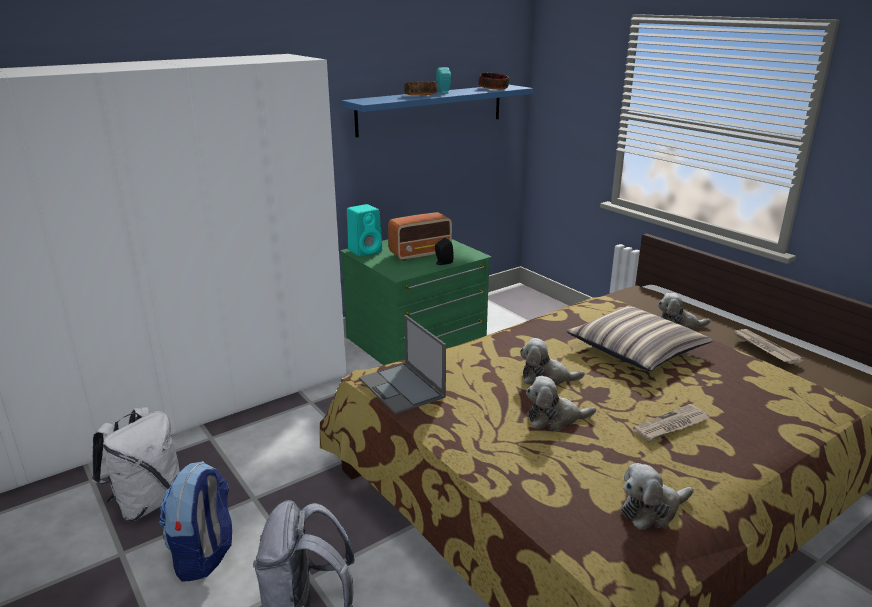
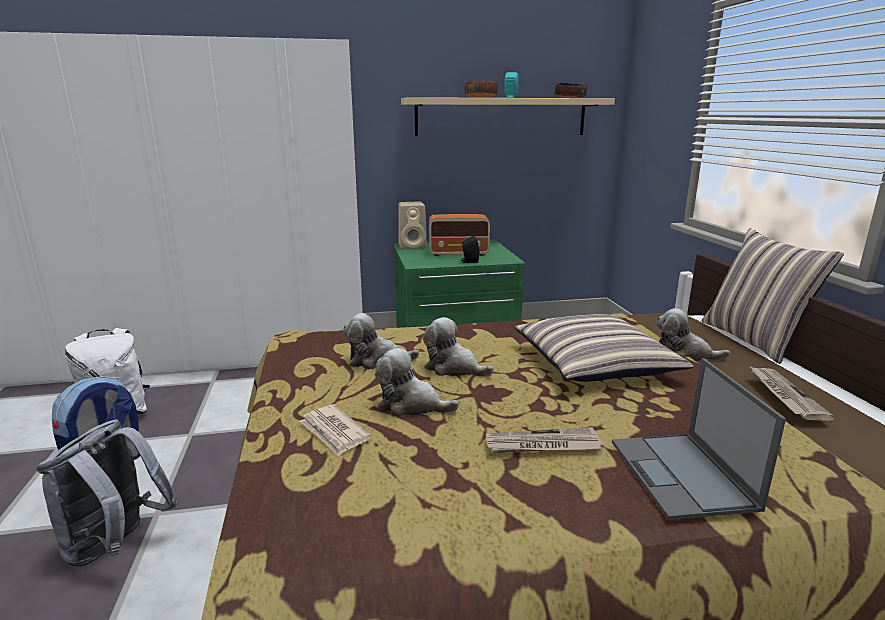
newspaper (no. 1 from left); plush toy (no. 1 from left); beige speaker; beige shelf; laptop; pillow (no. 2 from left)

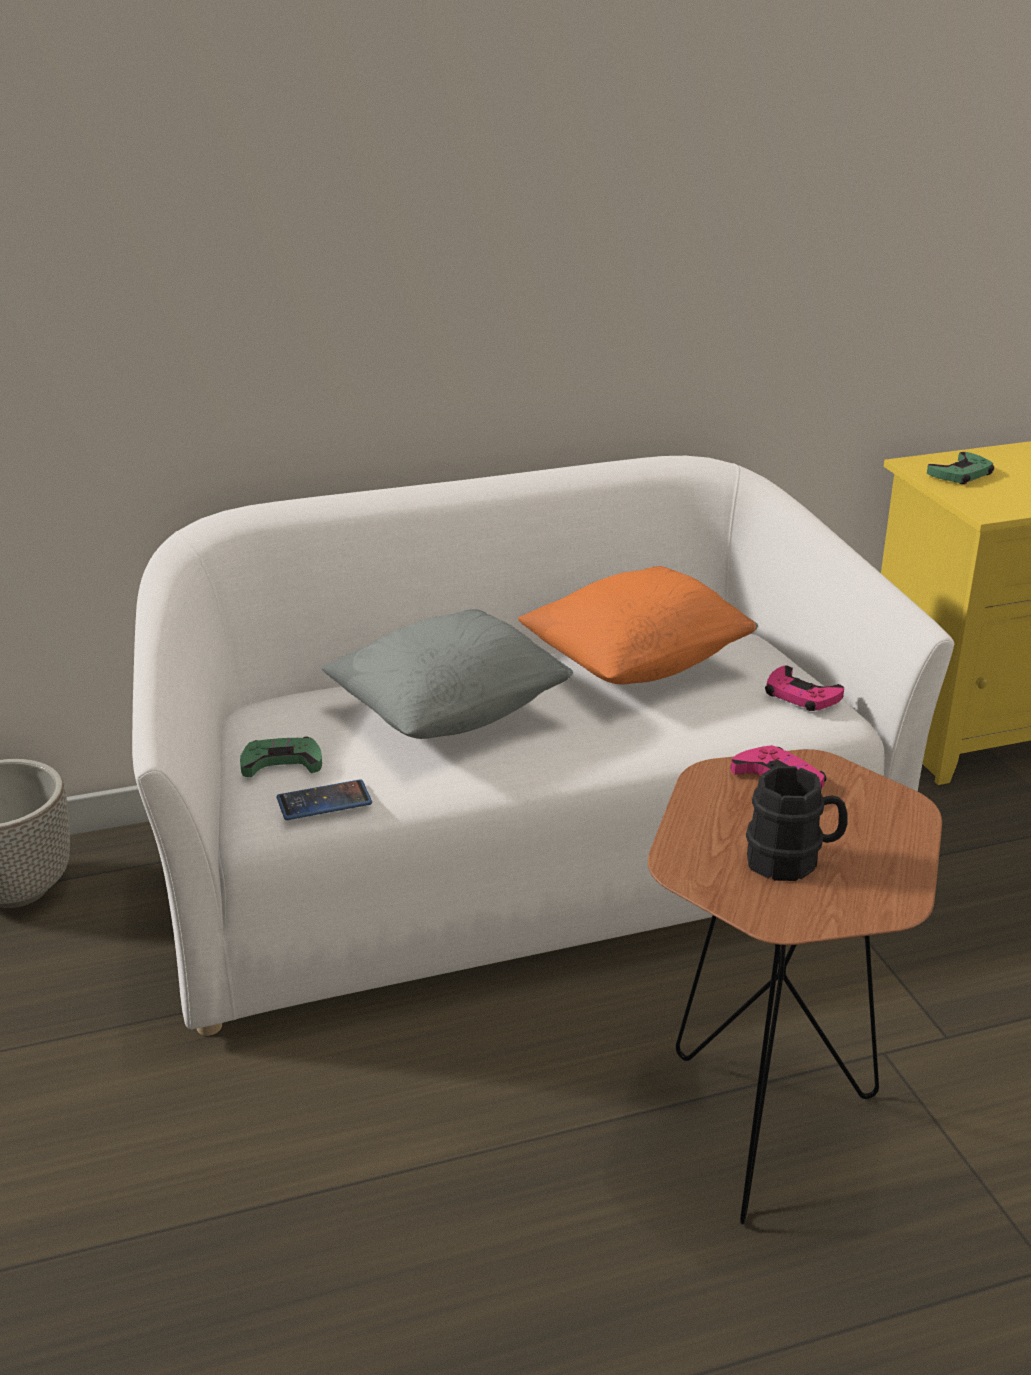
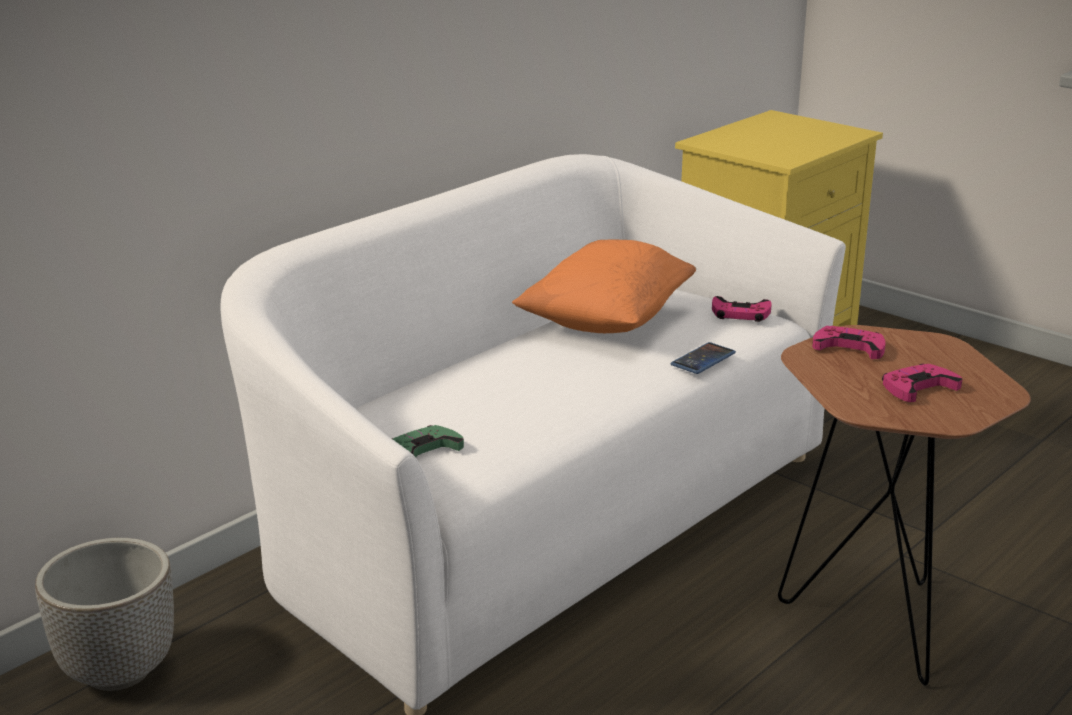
phone; pink game controller (no. 3 from left); grey pillow; green game controller (no. 2 from left in the first image)

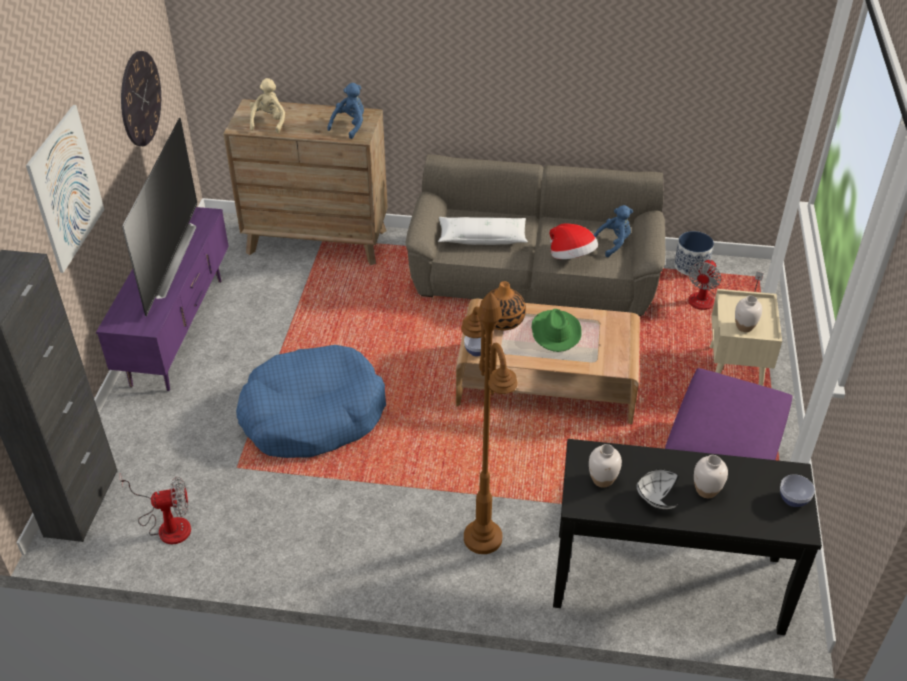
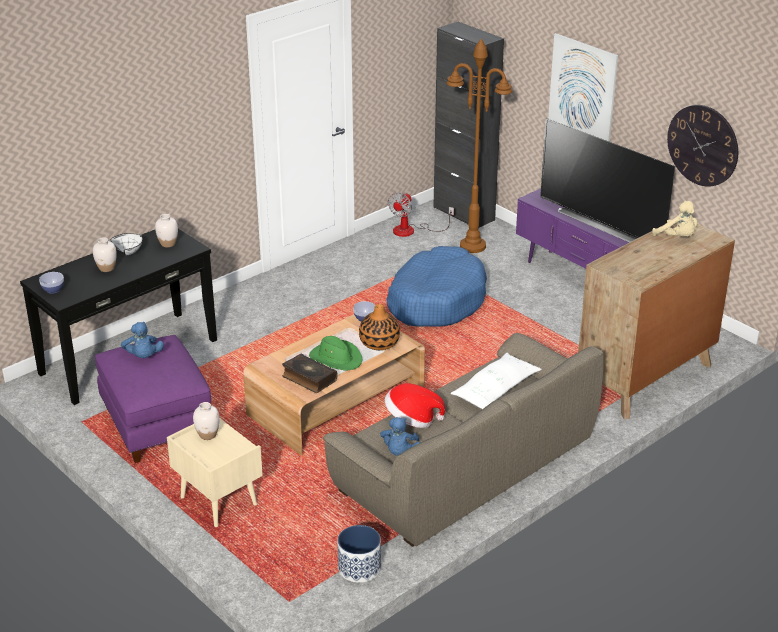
blue plush toy (no. 1 from left); book; brown floor lamp; fan (no. 2 from left in the first image)

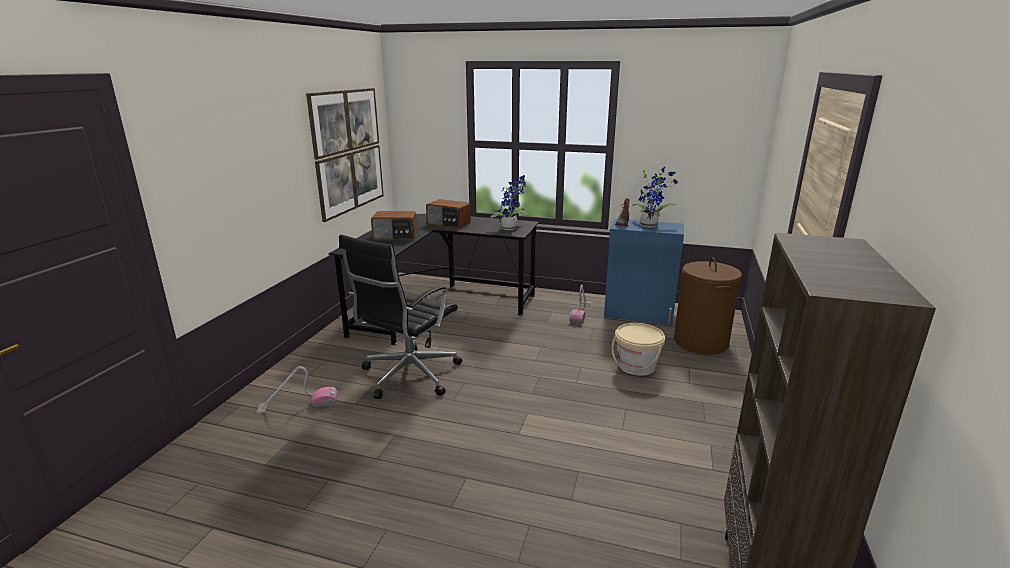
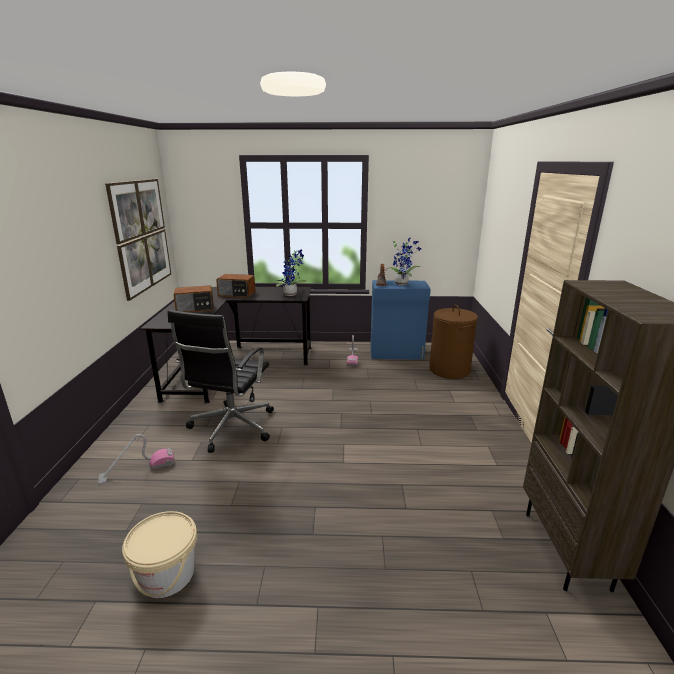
beige bucket

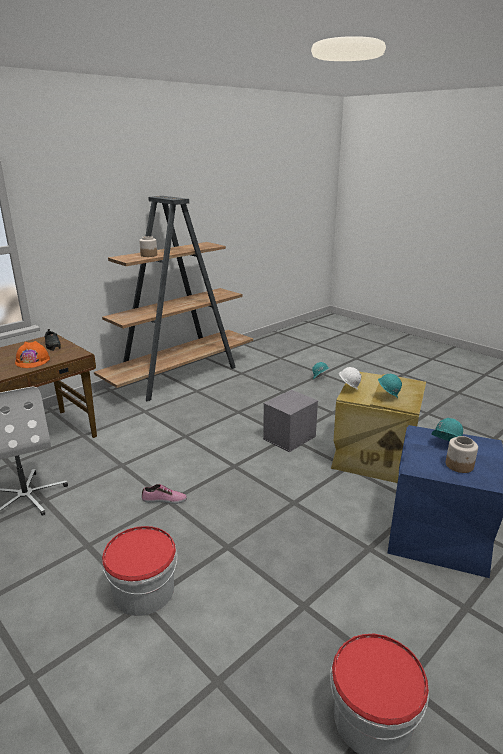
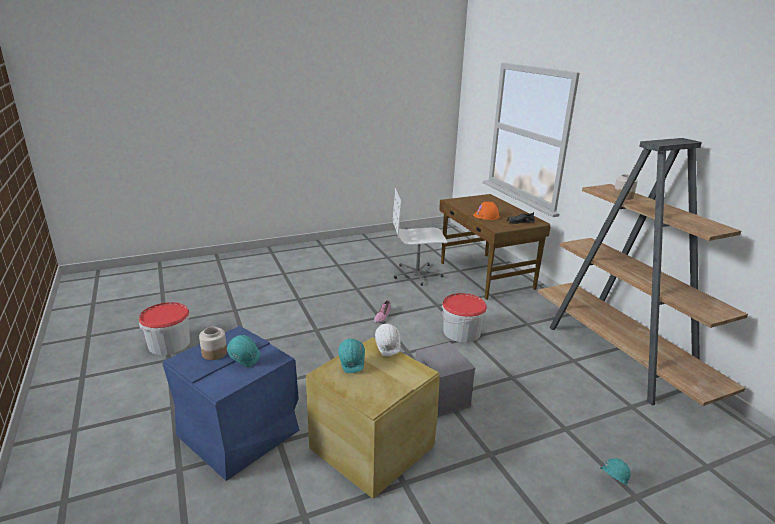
bucket (no. 2 from left)

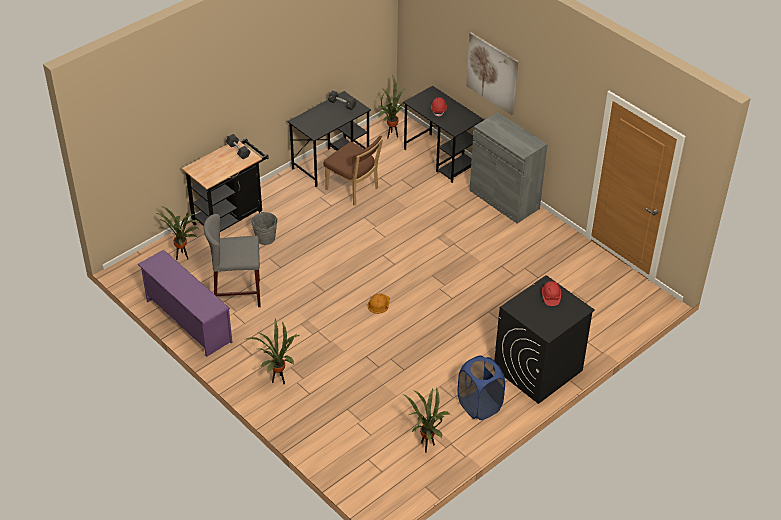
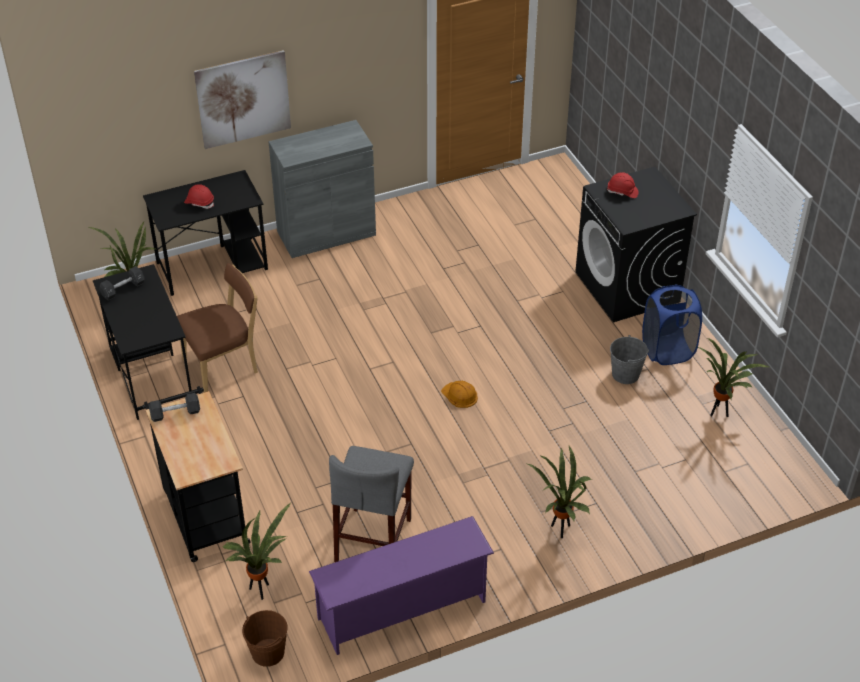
brown bucket; grey bucket

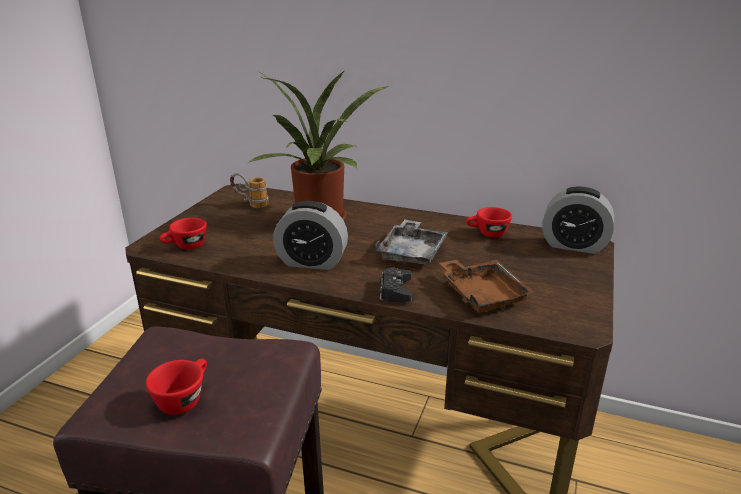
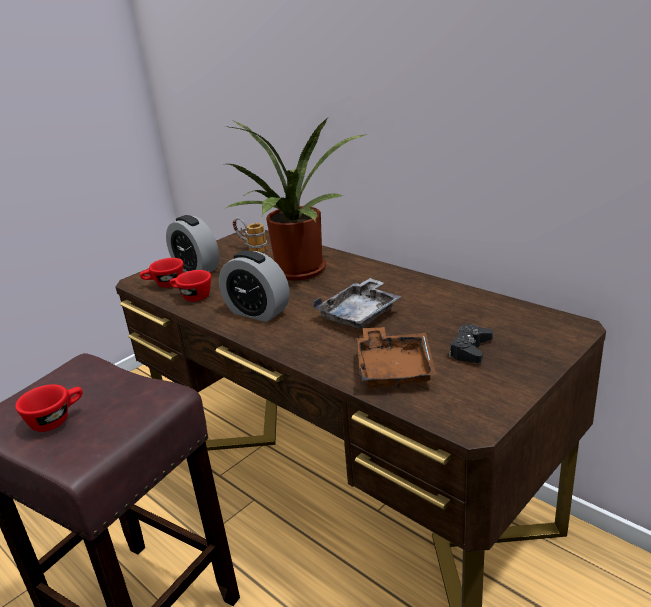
alarm clock (no. 1 from left); red cup (no. 3 from left); black game controller

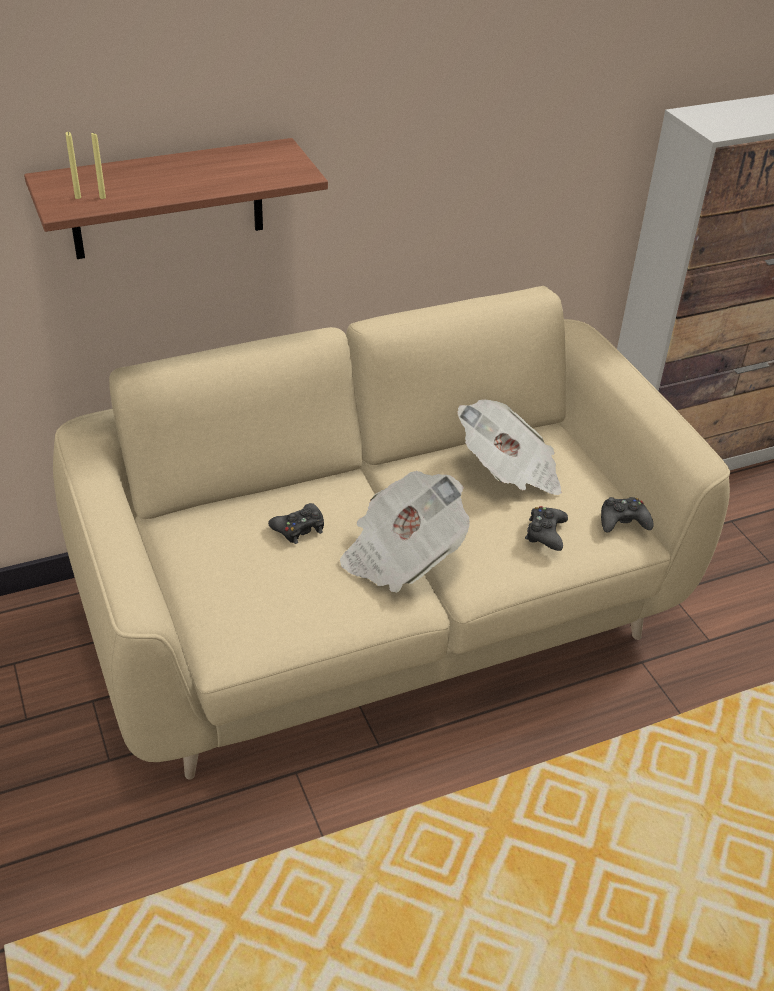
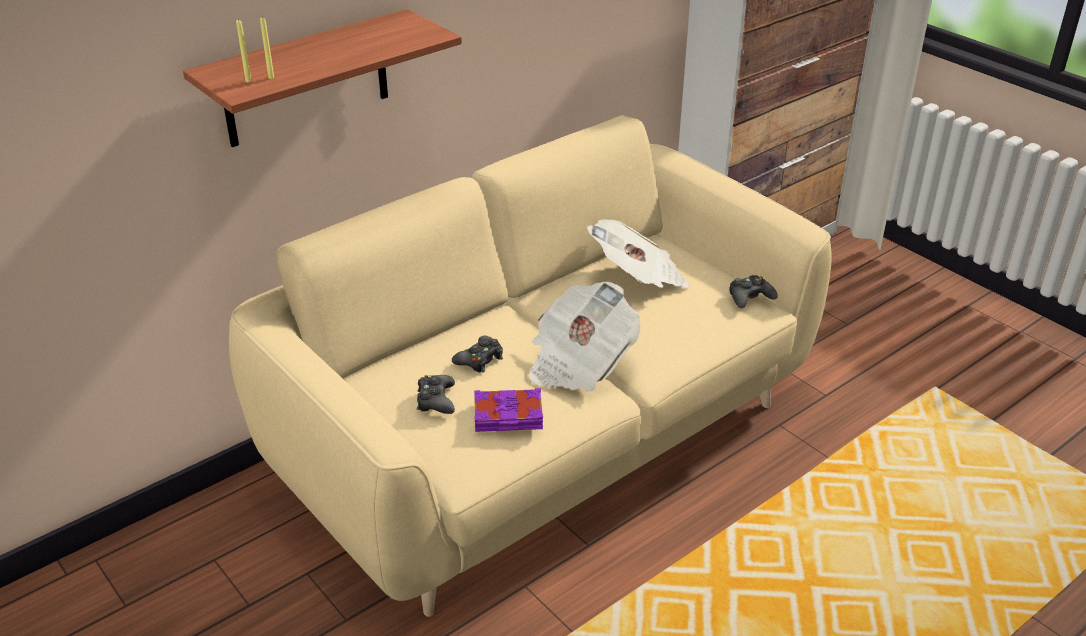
black game controller (no. 1 from left); purple book

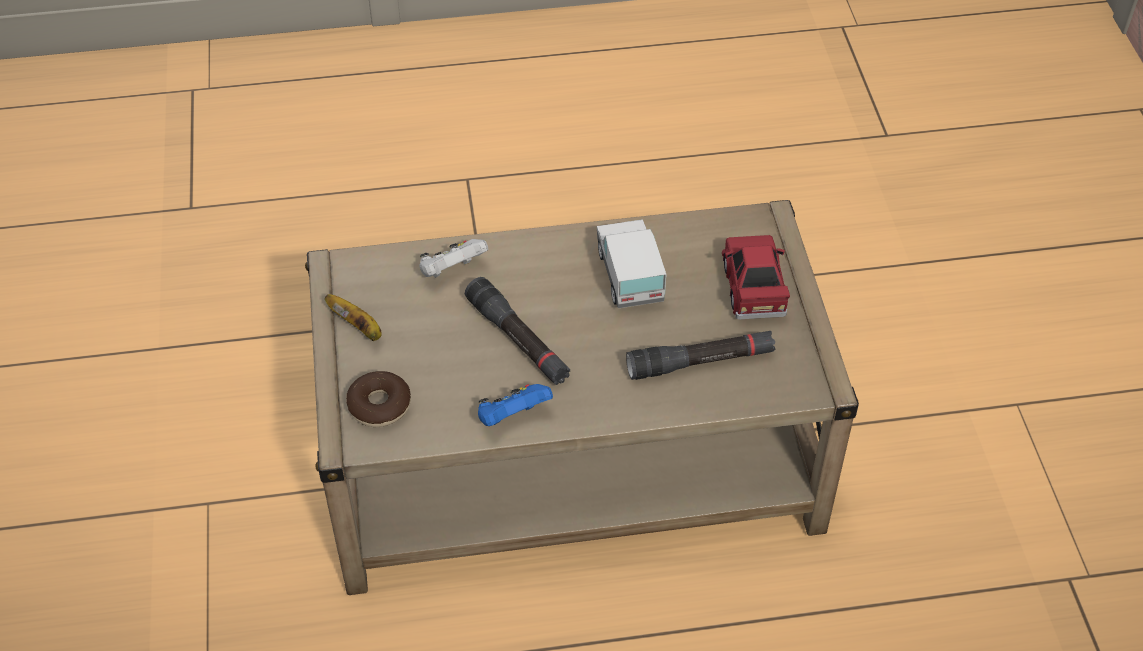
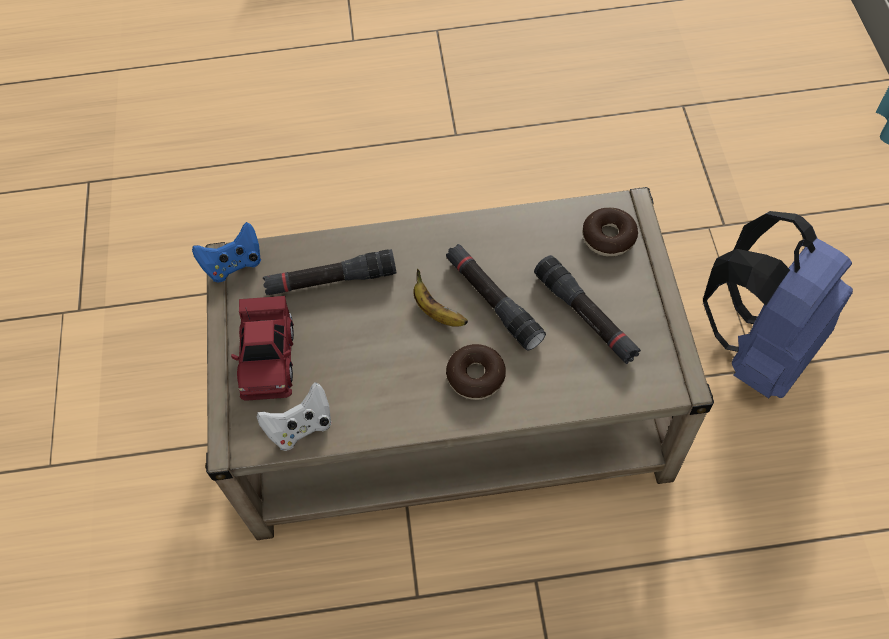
blue game controller; white game controller; banana; donut (no. 1 from left); black flashlight (no. 3 from left); blue backpack; toy truck

